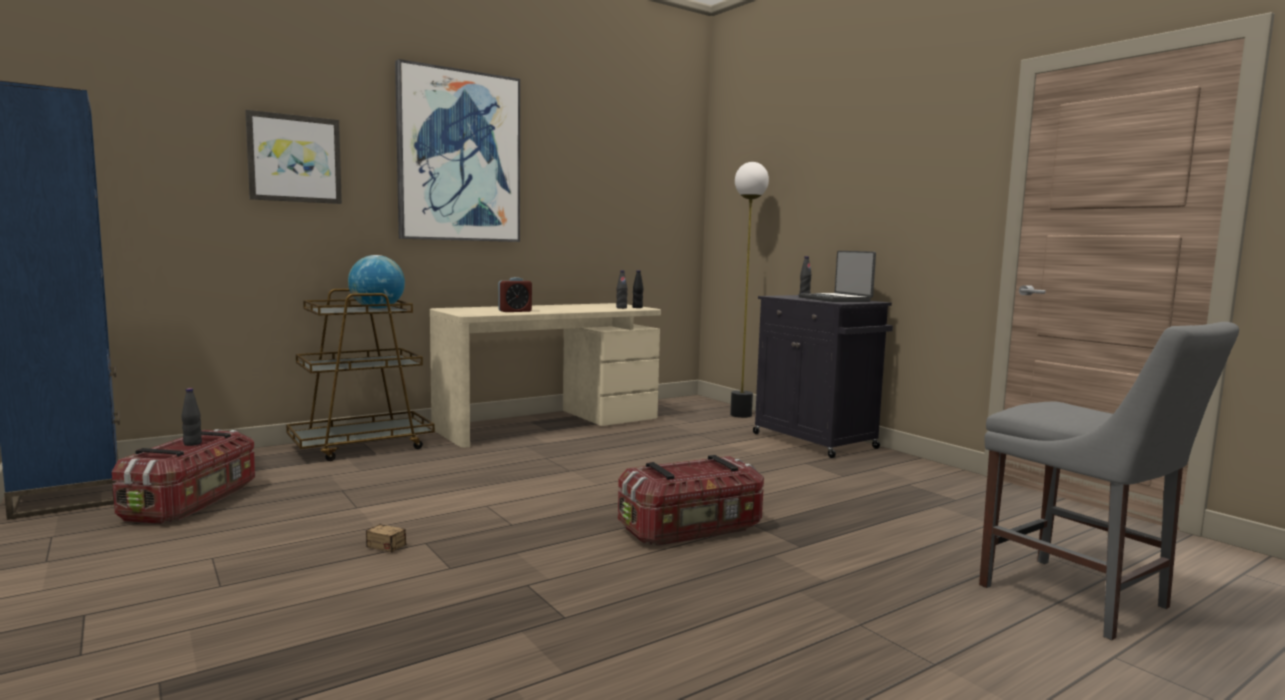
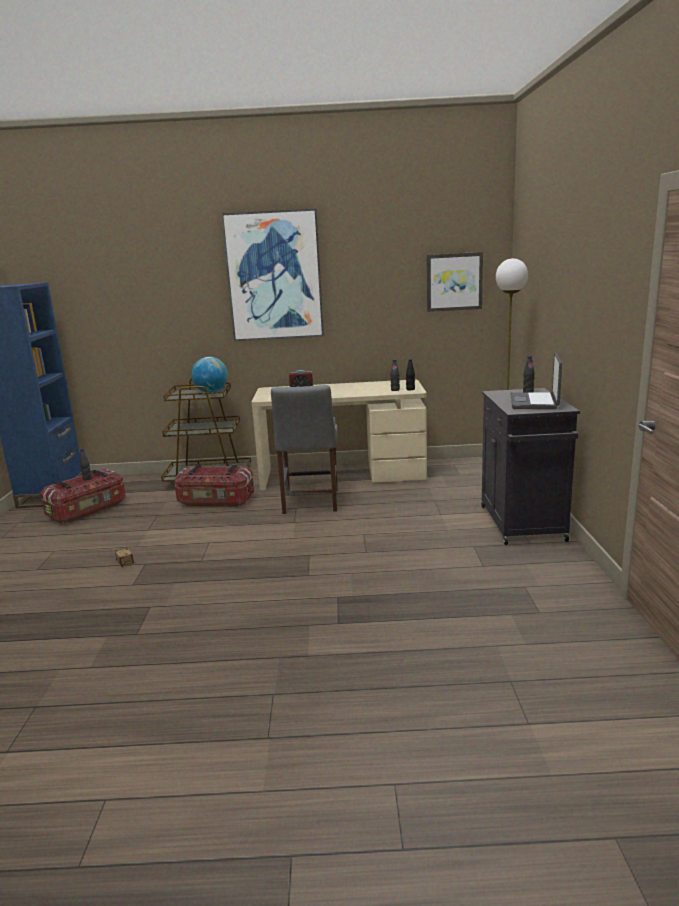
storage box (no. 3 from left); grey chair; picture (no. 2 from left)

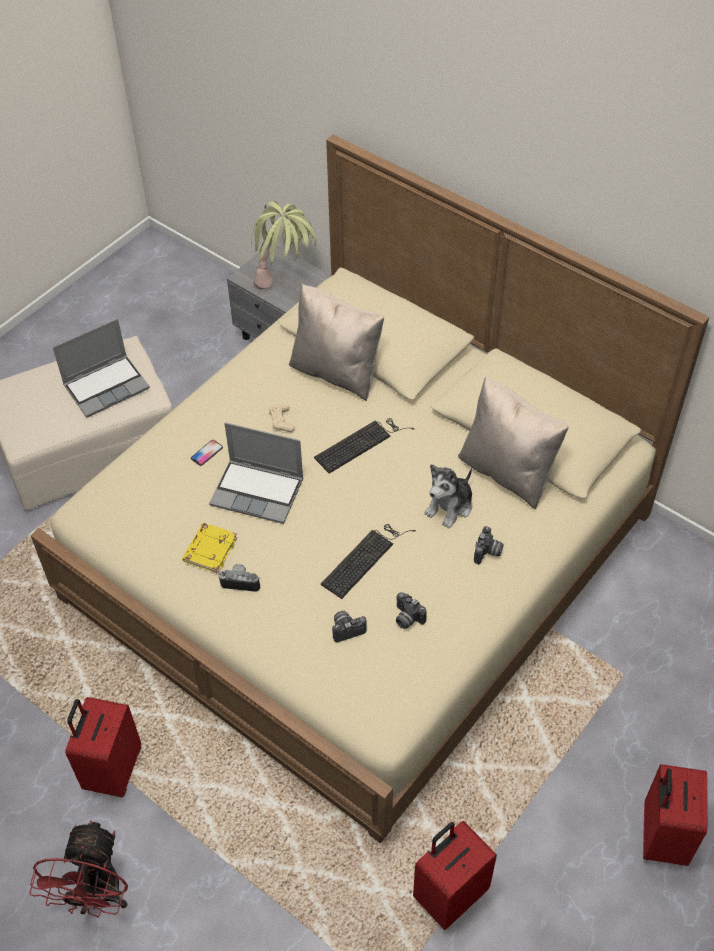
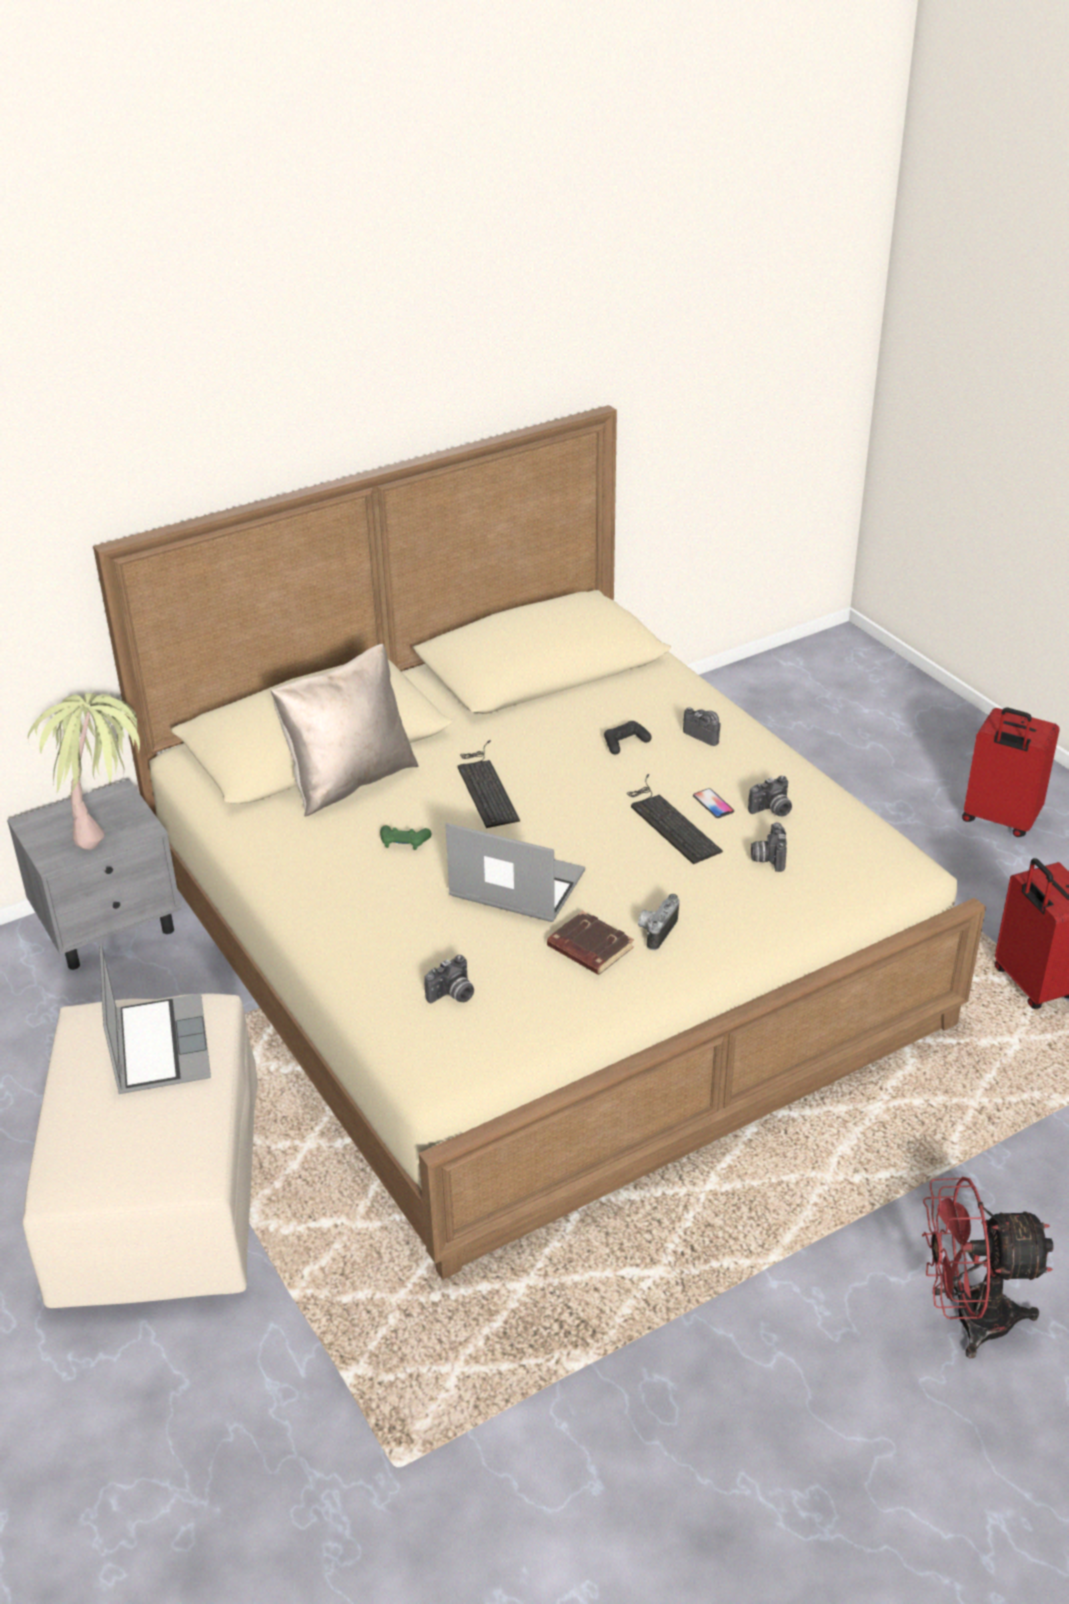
green game controller; photo camera (no. 1 from left); laptop (no. 2 from left); brown book; black game controller; phone; red fan; red suitcase (no. 1 from left in the first image); beige pillow (no. 2 from left in the first image)

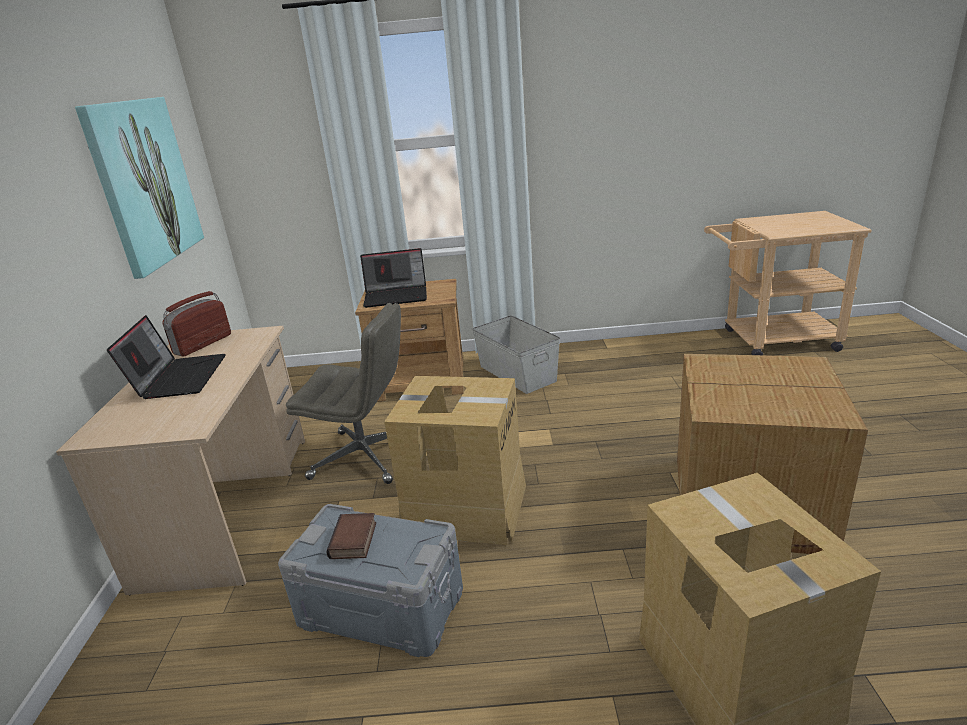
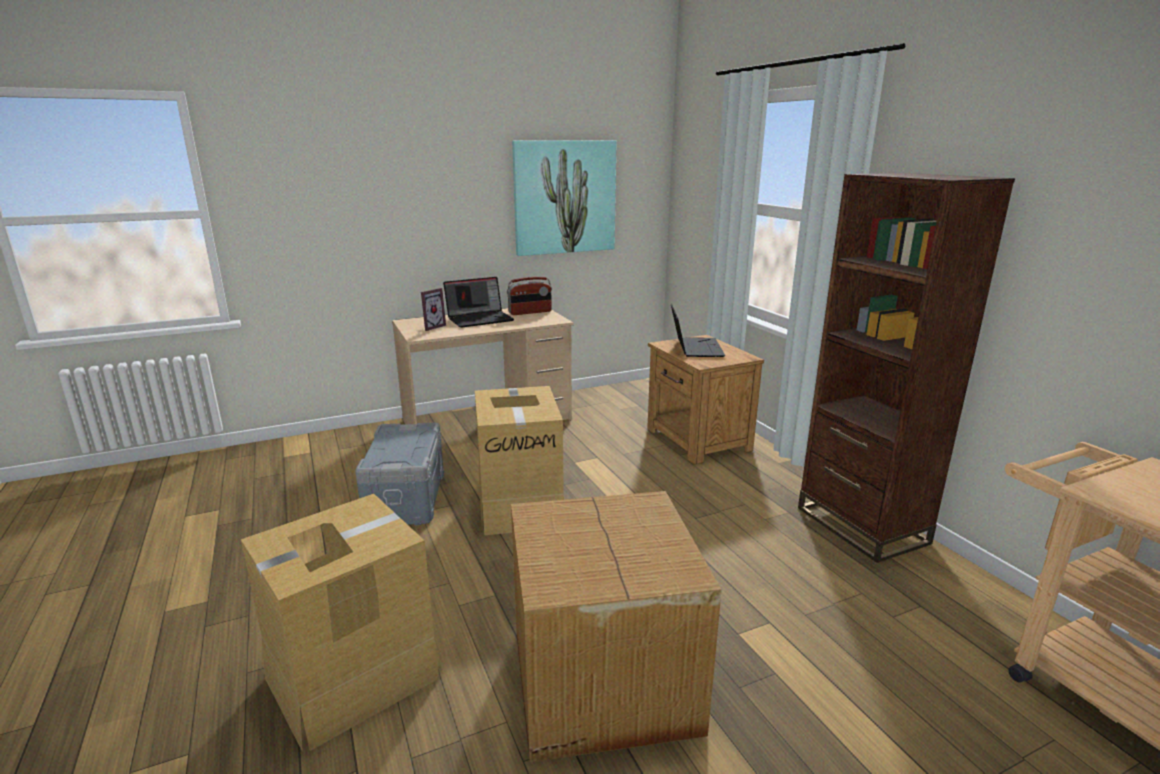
picture frame; radio; laptop (no. 2 from left); brown bookcase; grey office chair; book; grey storage box (no. 2 from left in the first image)

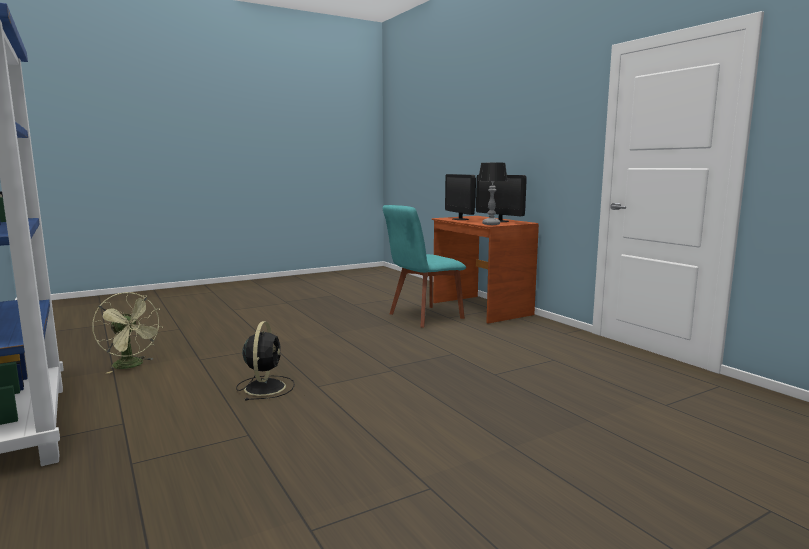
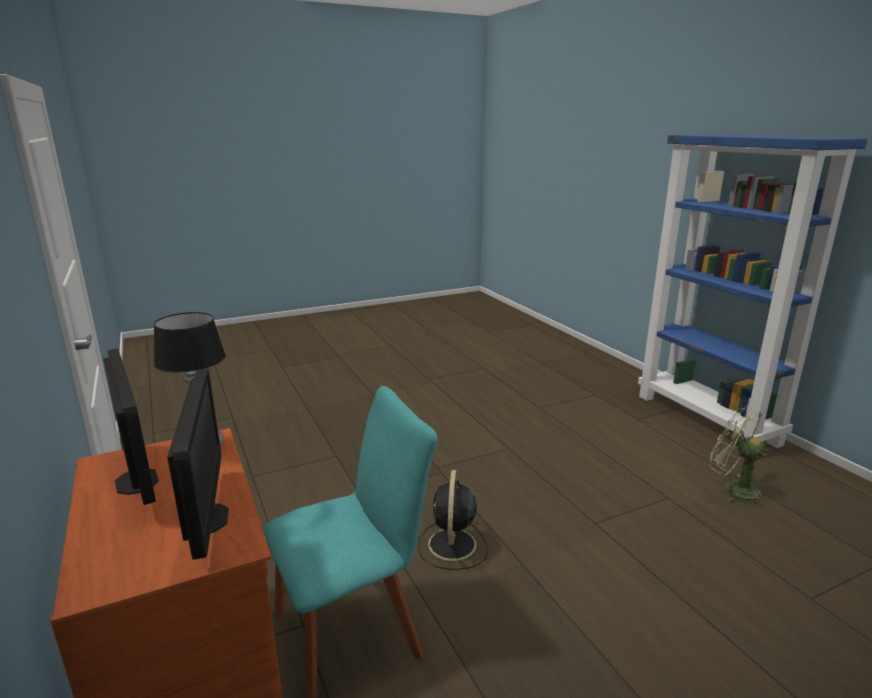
black fan

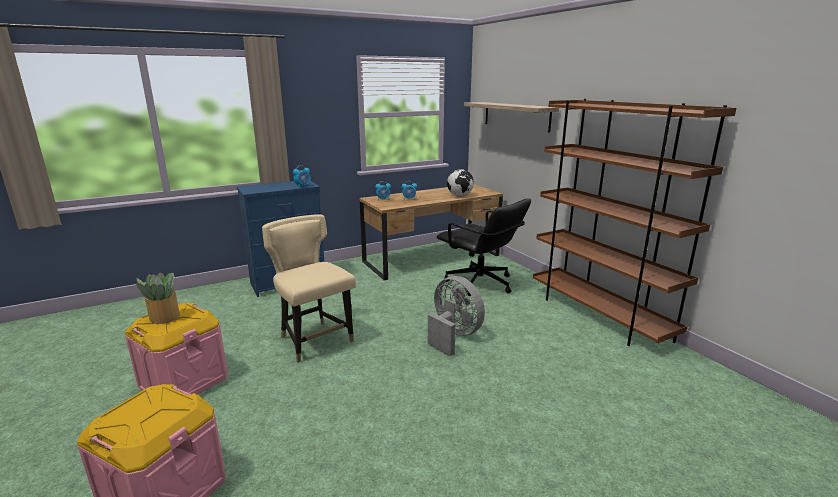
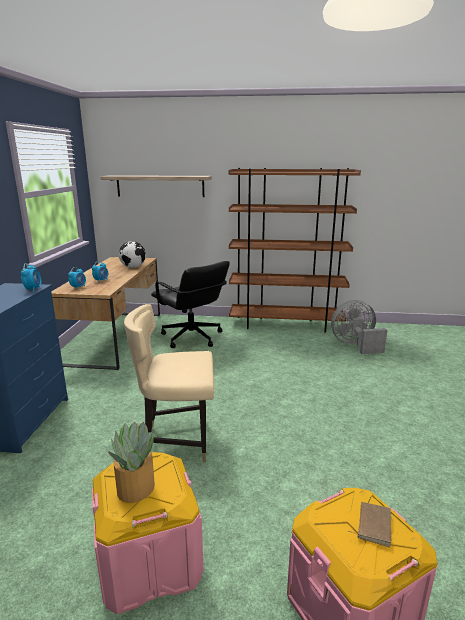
black office chair; grey fan; brown book

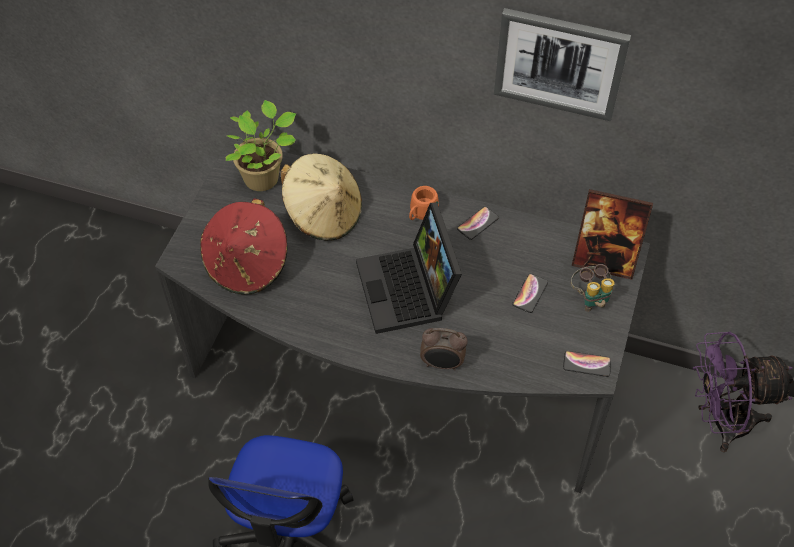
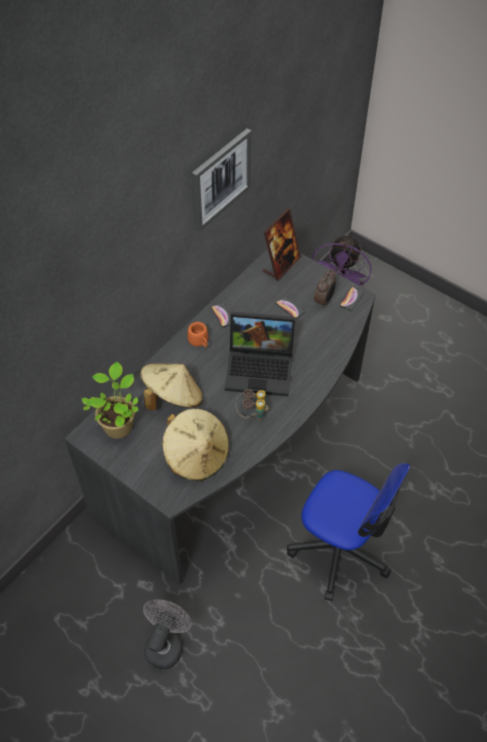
grey fan; beige hat (no. 2 from left); binoculars; alarm clock

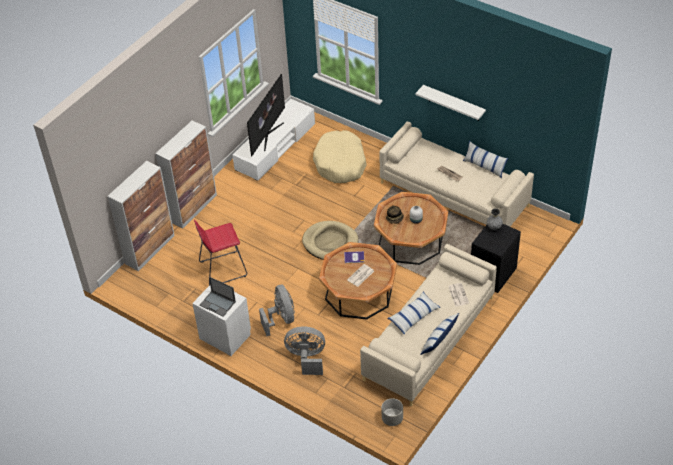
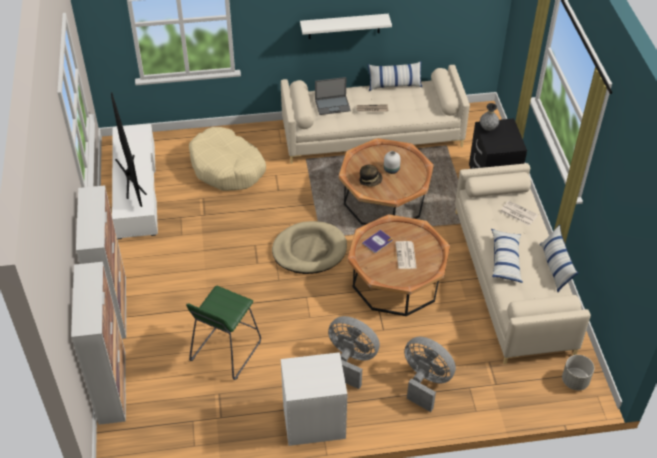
green stool; laptop; grey fan (no. 2 from left)

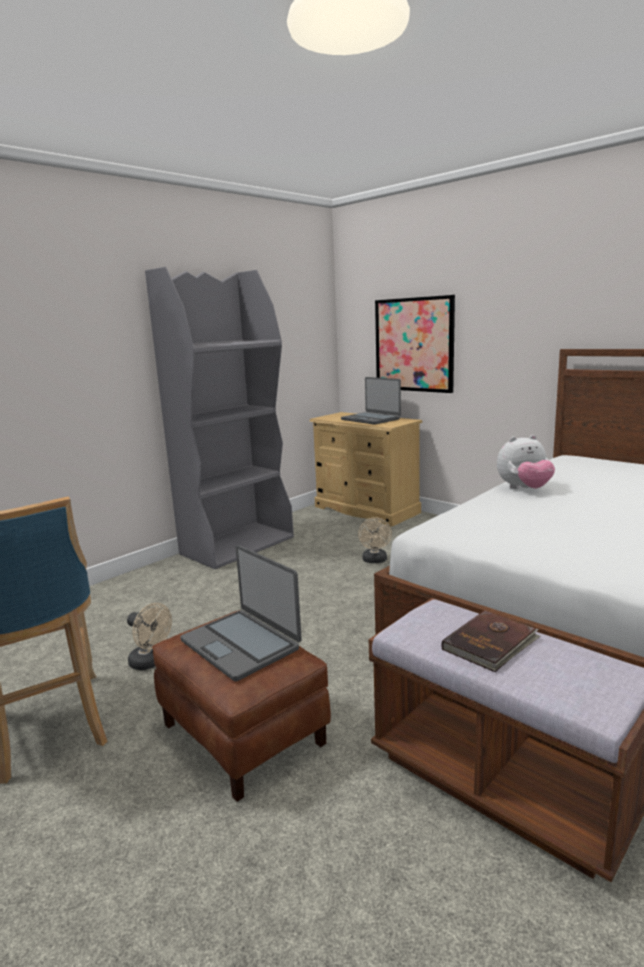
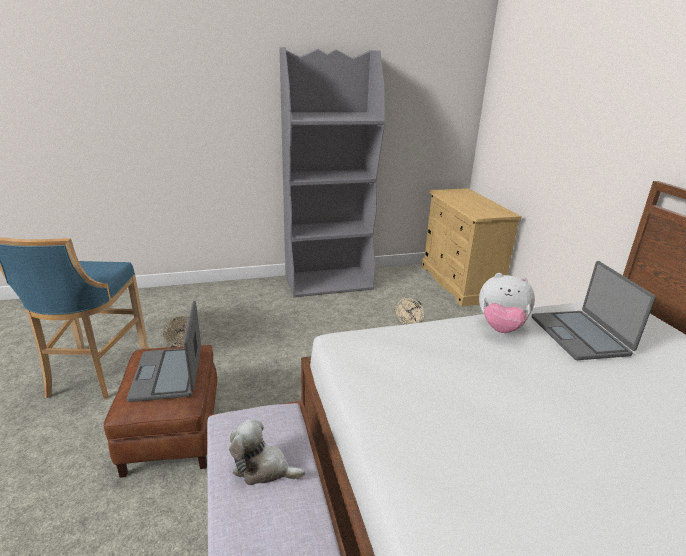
plush toy (no. 1 from left); laptop (no. 2 from left); picture

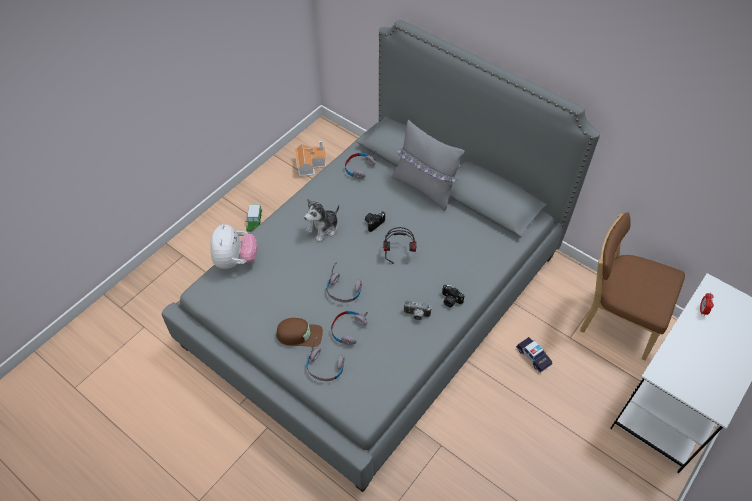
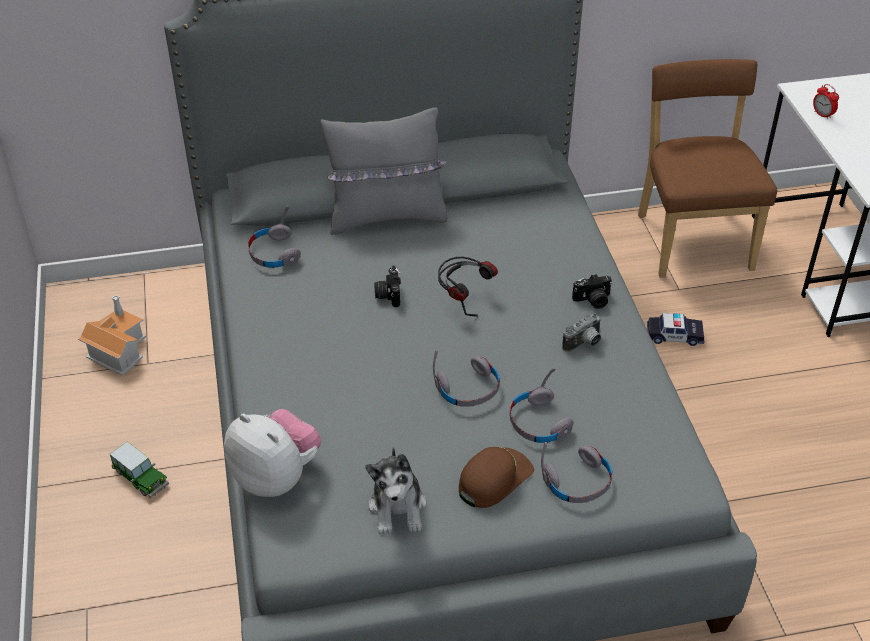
plush toy (no. 2 from left); brown chair

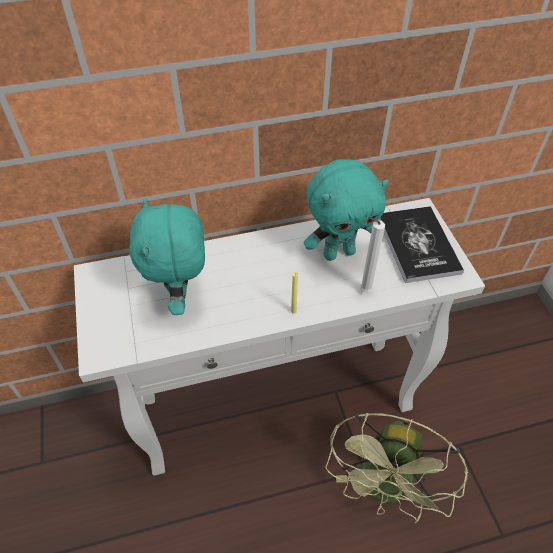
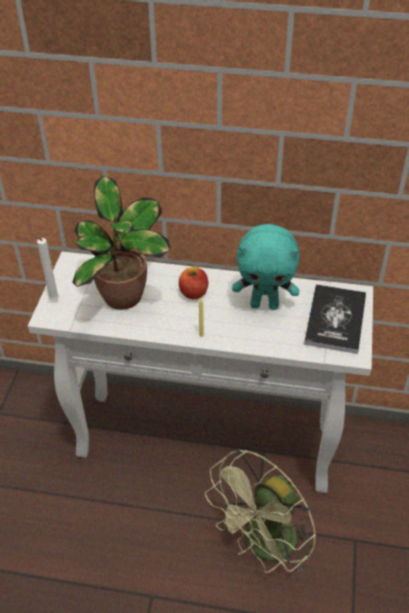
white candle; potted plant; apple

